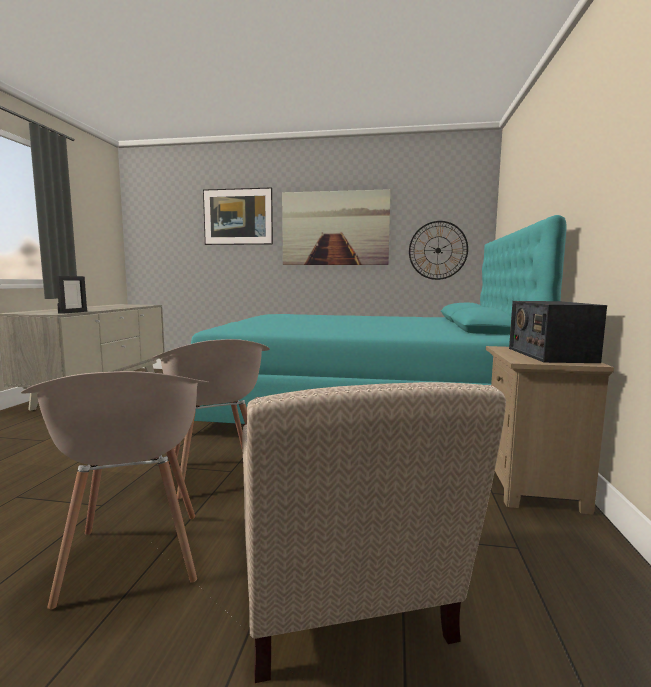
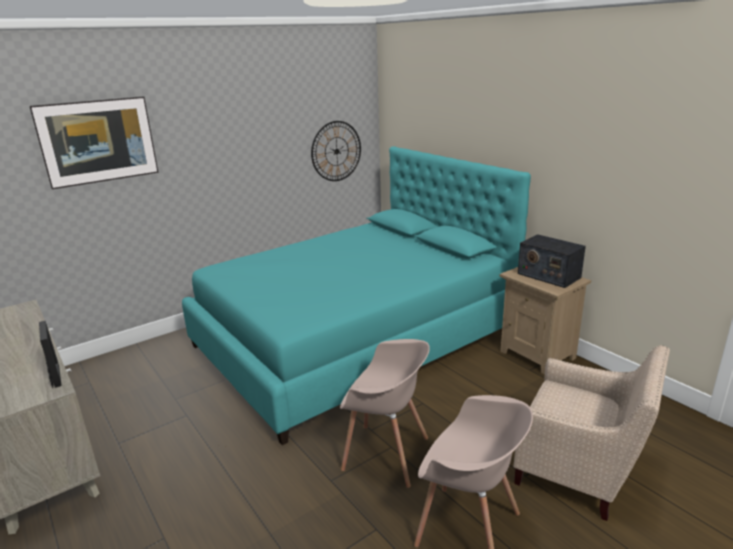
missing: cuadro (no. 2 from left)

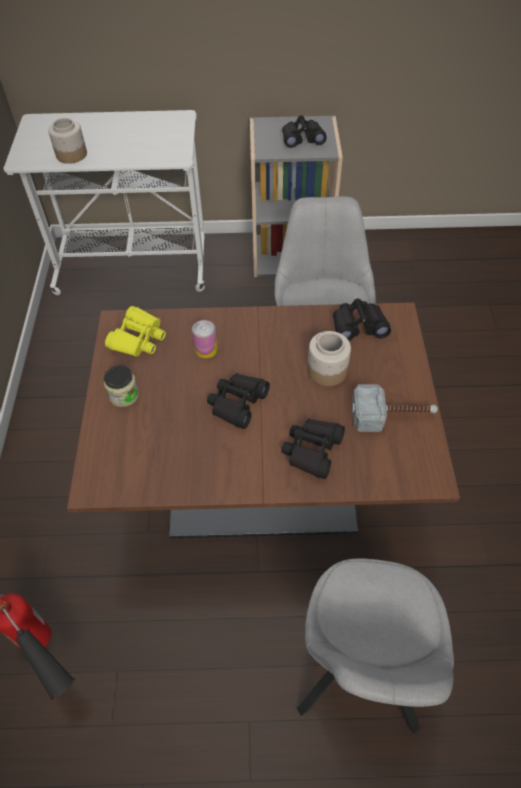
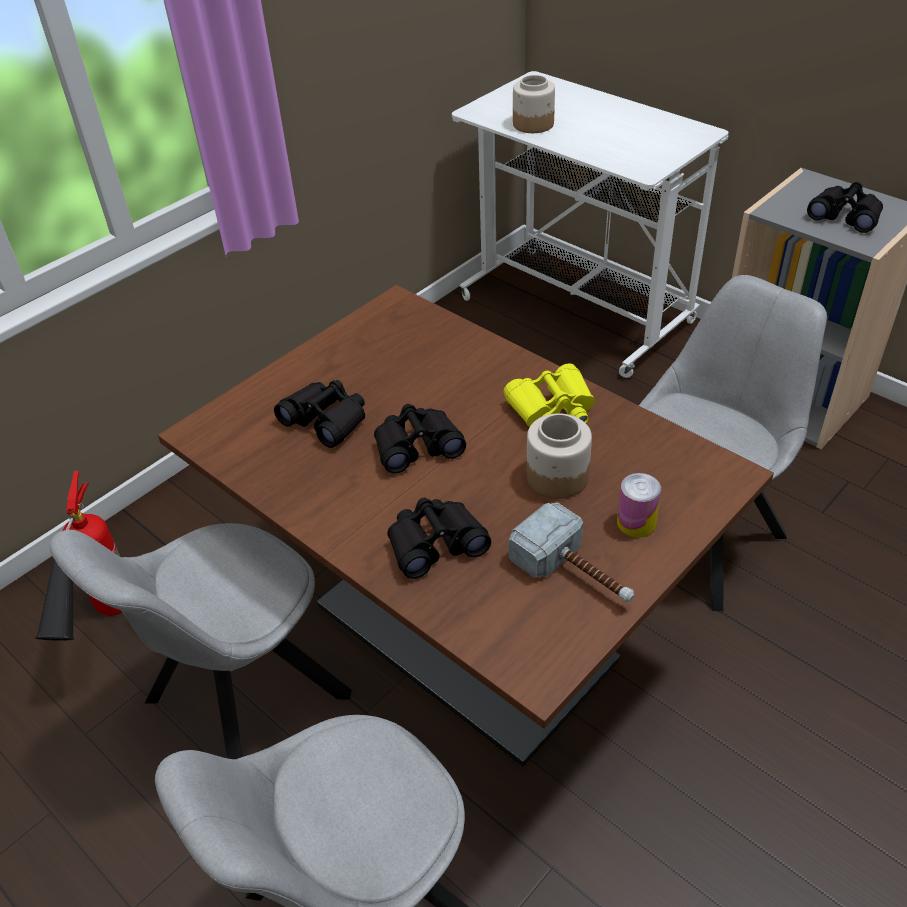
missing: tarro (no. 2 from left)
appeared: silla/gris (no. 1 from left)
relocated: prismáticos/amarillo; lata; prismáticos/negro (no. 4 from left in the first image) to prismáticos/negro (no. 1 from left)

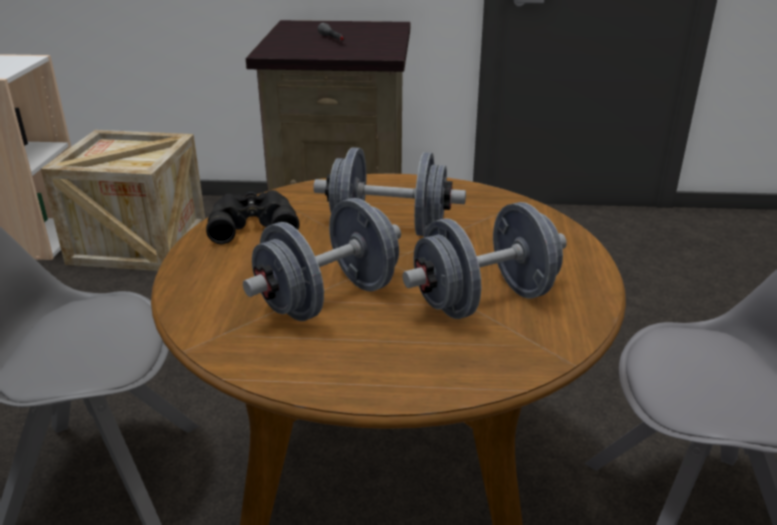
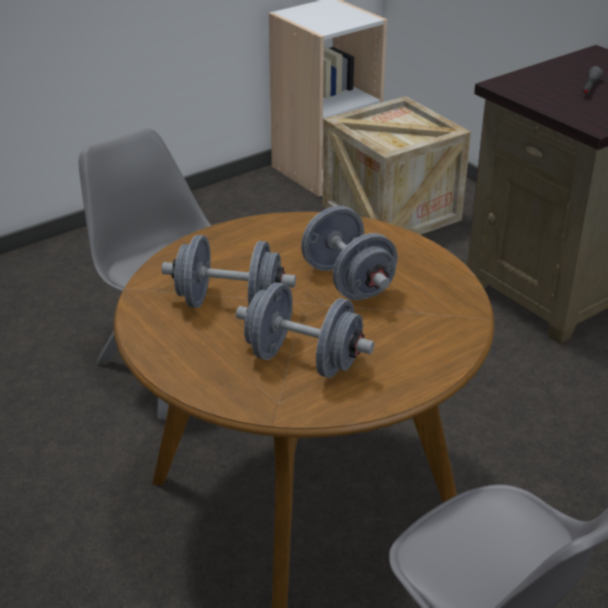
missing: prismáticos/negro

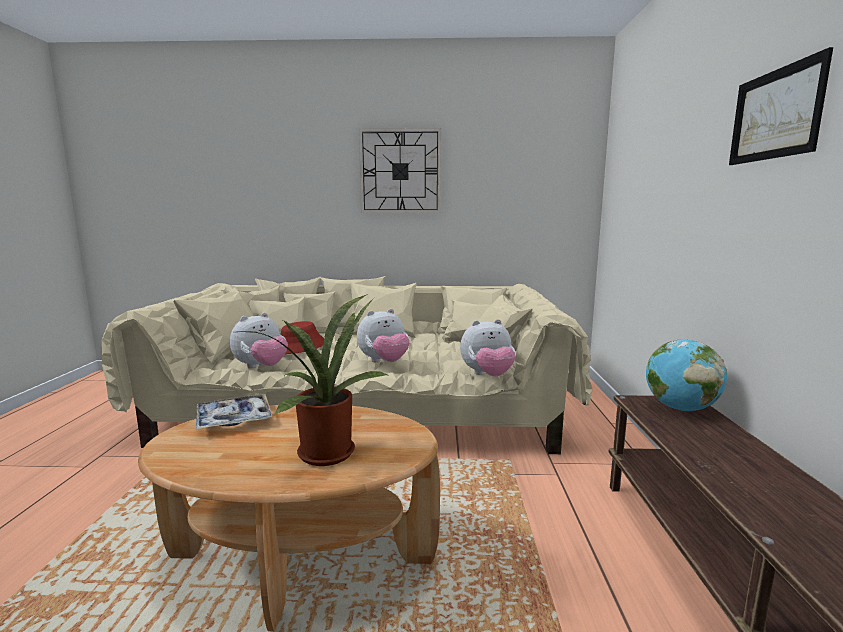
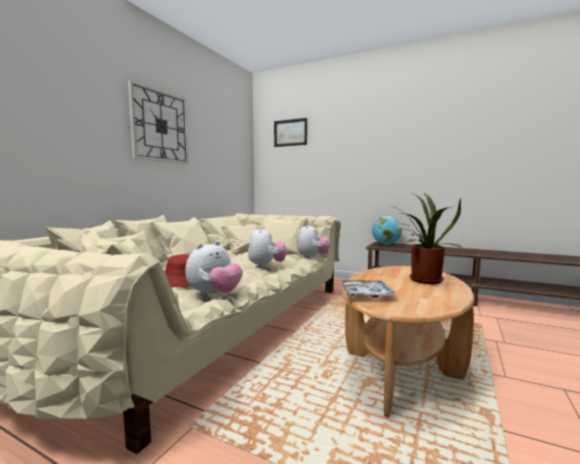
relocated: cuadro
spun: peluche (no. 1 from left) 60 degrees clockwise

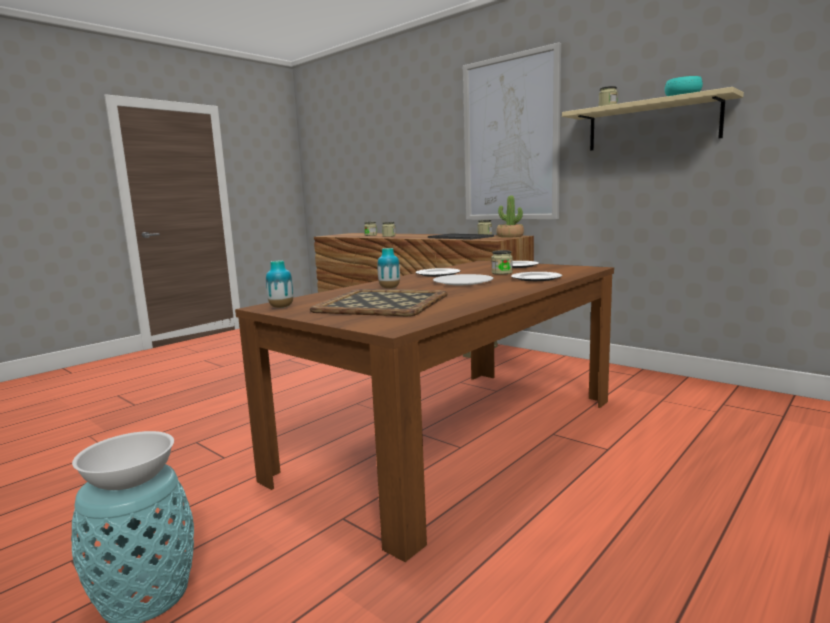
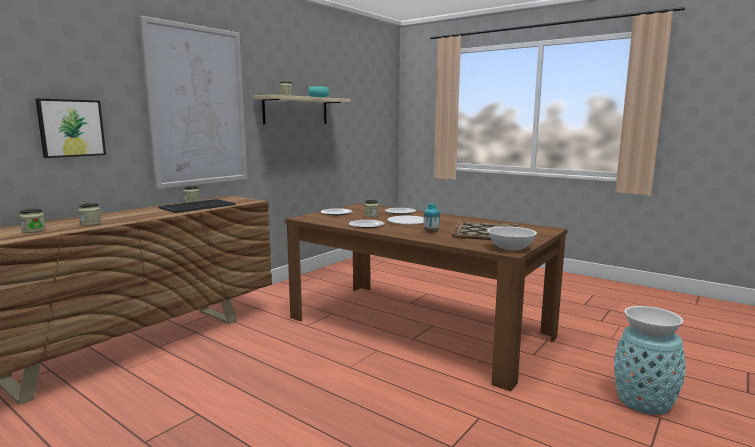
missing: planta en maceta
appeared: cuadro (no. 1 from left)
exchanged: florero (no. 1 from left) to cuenco/blanco (no. 1 from left)

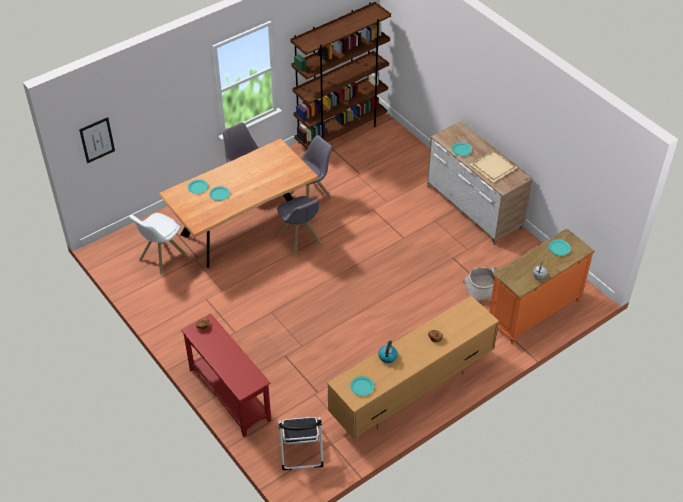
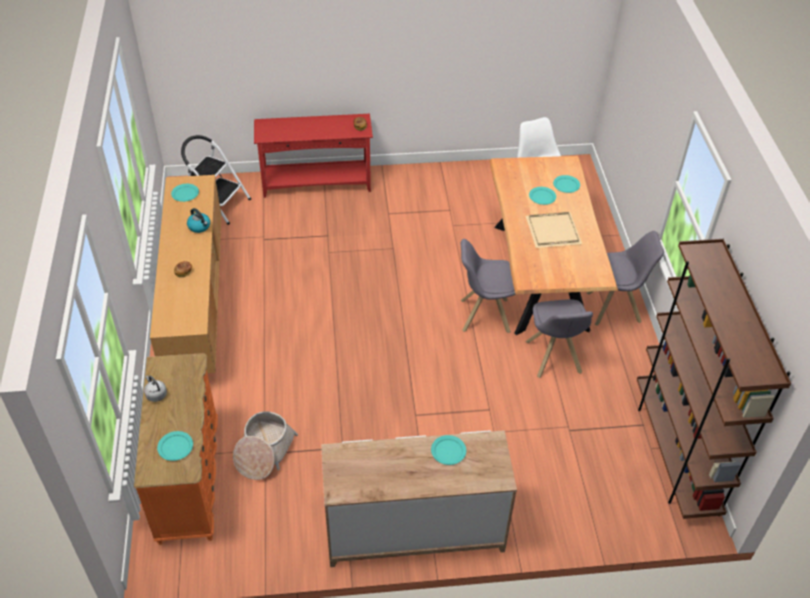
missing: cuadro
relocated: bandeja/beis

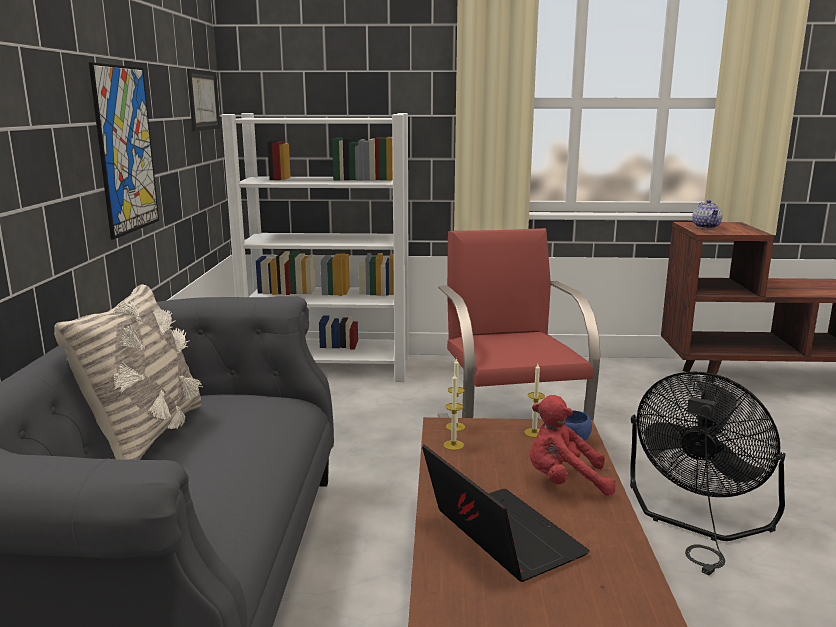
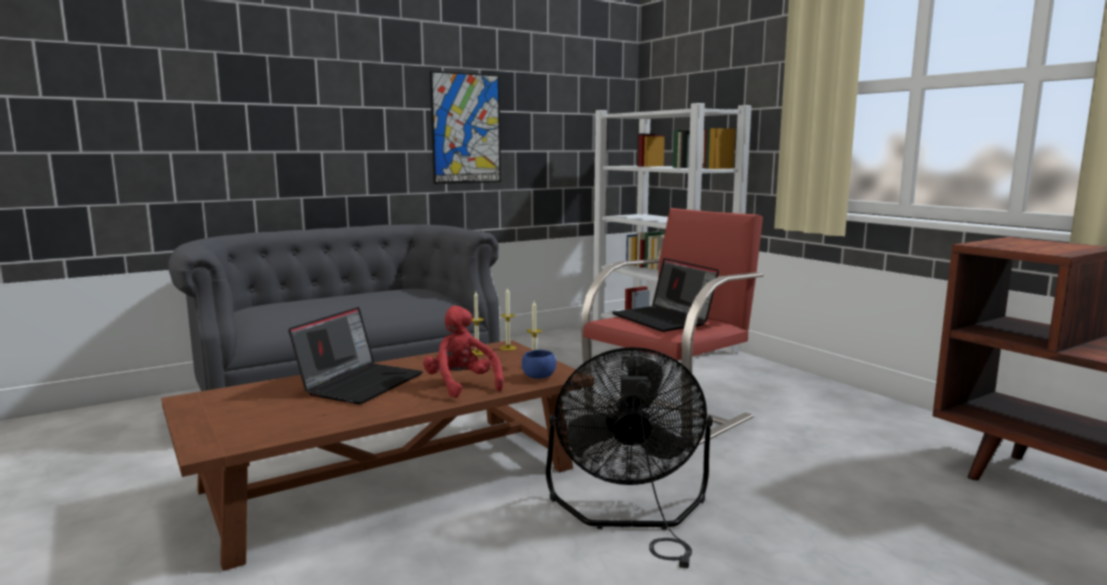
missing: cojín/beis; cuadro (no. 2 from left); tetera
appeared: portátil (no. 2 from left)
spun: ventilador/negro 90 degrees counterclockwise

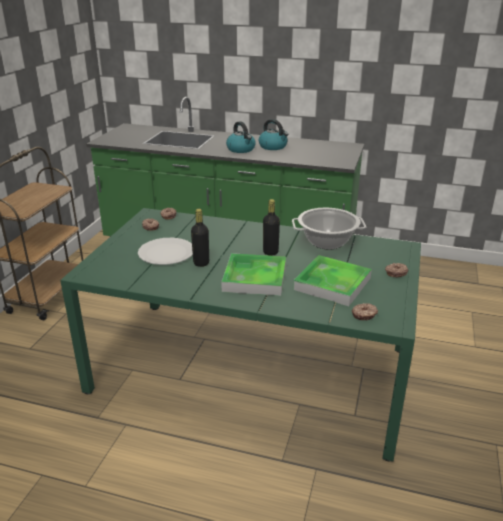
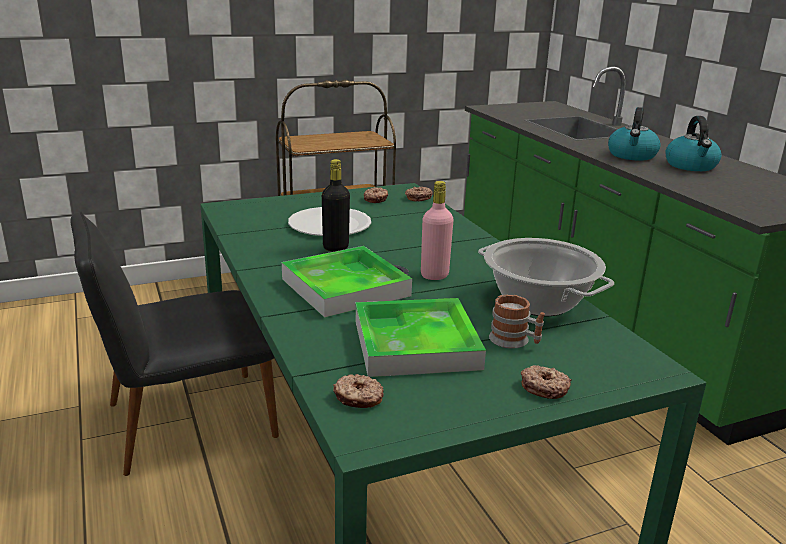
appeared: silla/negro; taza grande
colour: botella/negro (no. 2 from left) to botella/rosa

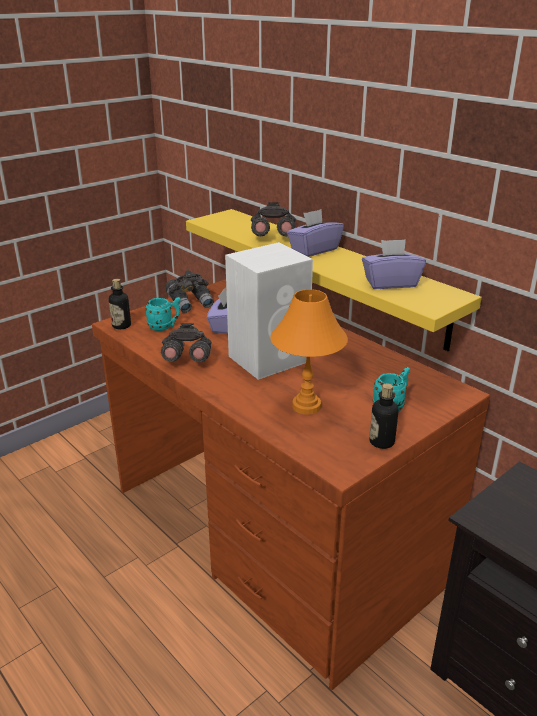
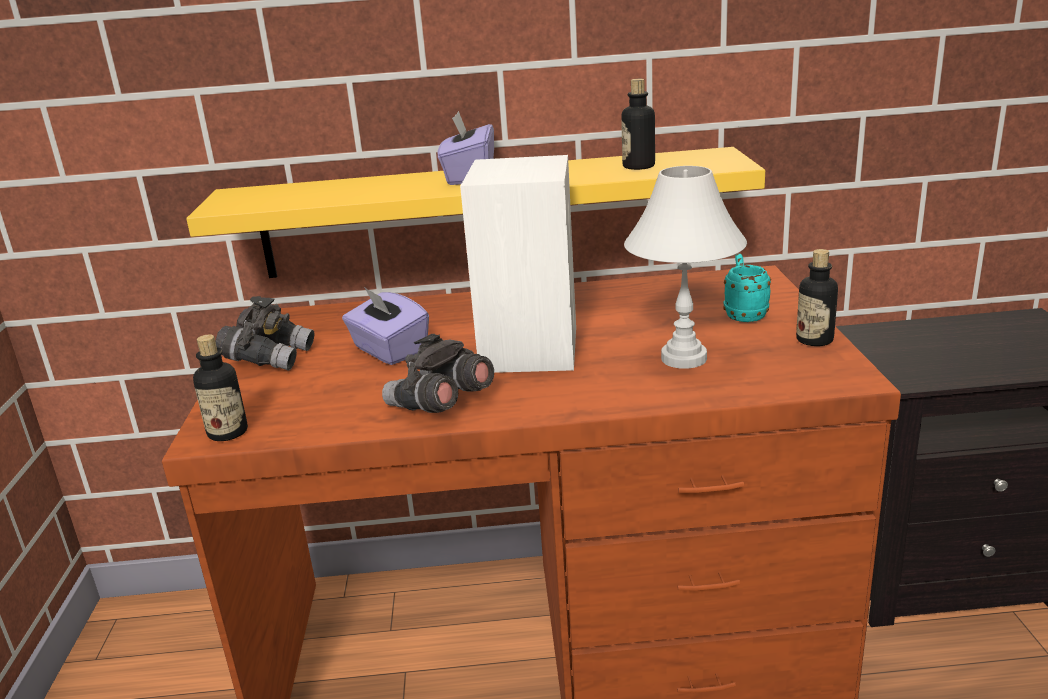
missing: taza grande/turquesa (no. 1 from left); prismáticos/gris (no. 3 from left)
exchanged: caja de pañuelos/morado (no. 3 from left) to botella (no. 2 from left)
colour: lámpara de mesa/naranja to lámpara de mesa/blanco

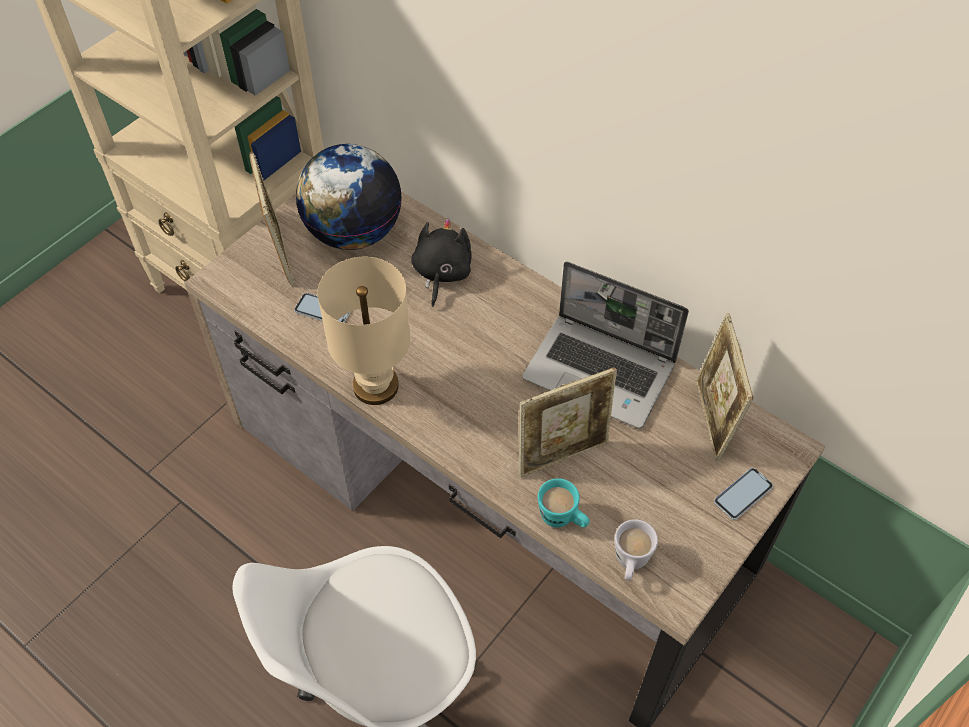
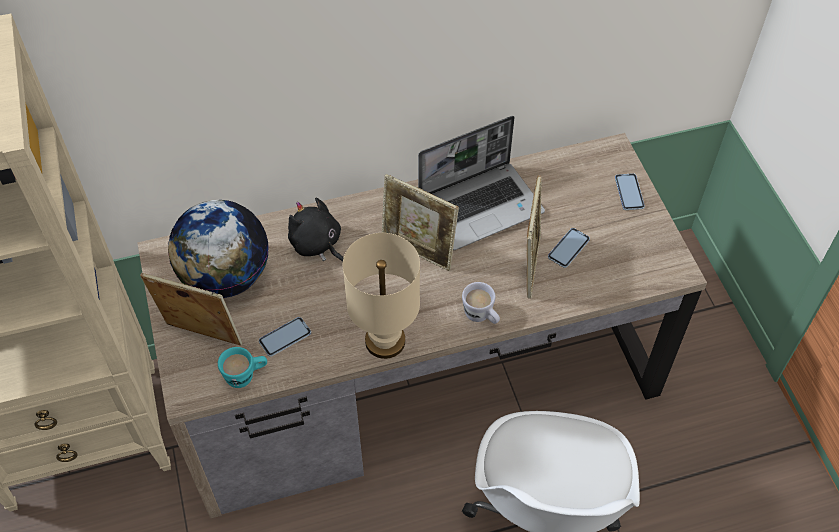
appeared: móvil (no. 2 from left)
relocated: taza grande/turquesa; taza grande/blanco; portarretratos (no. 3 from left in the first image) to portarretratos (no. 2 from left)

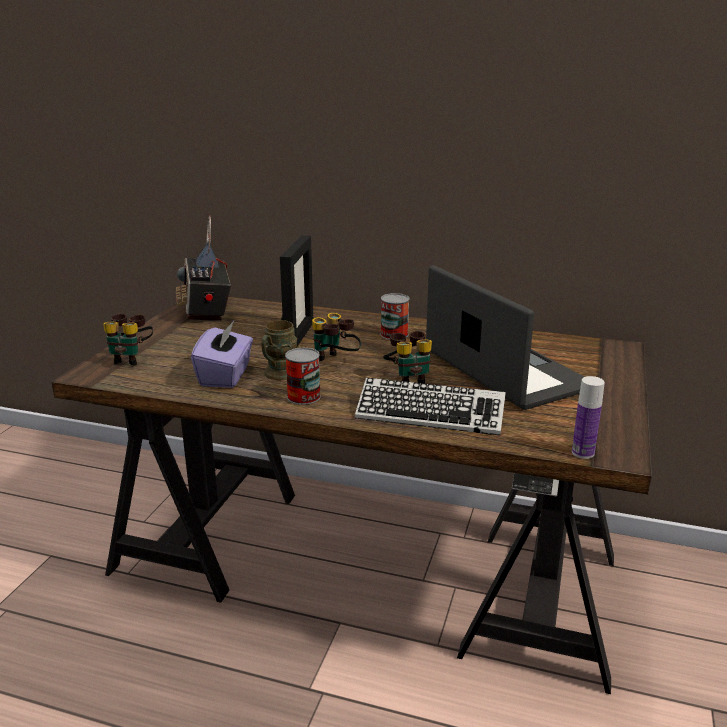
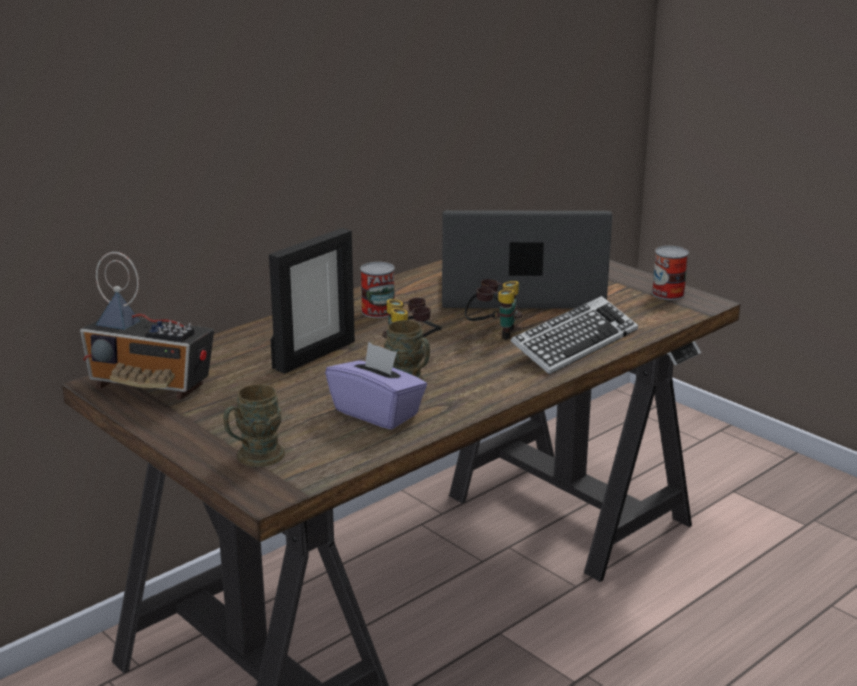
missing: botella
relocated: lata (no. 1 from left in the first image) to lata (no. 2 from left)
exchanged: prismáticos (no. 1 from left) to taza grande/marrón (no. 1 from left)
spun: portarretratos 90 degrees clockwise

